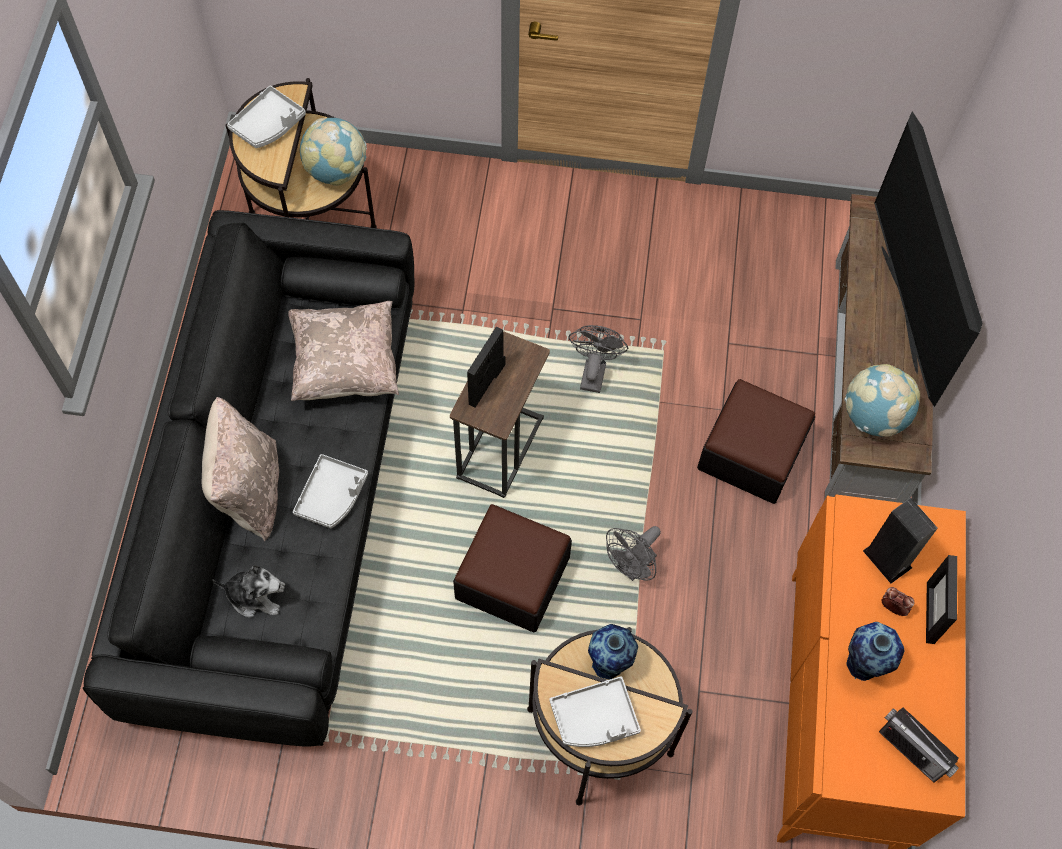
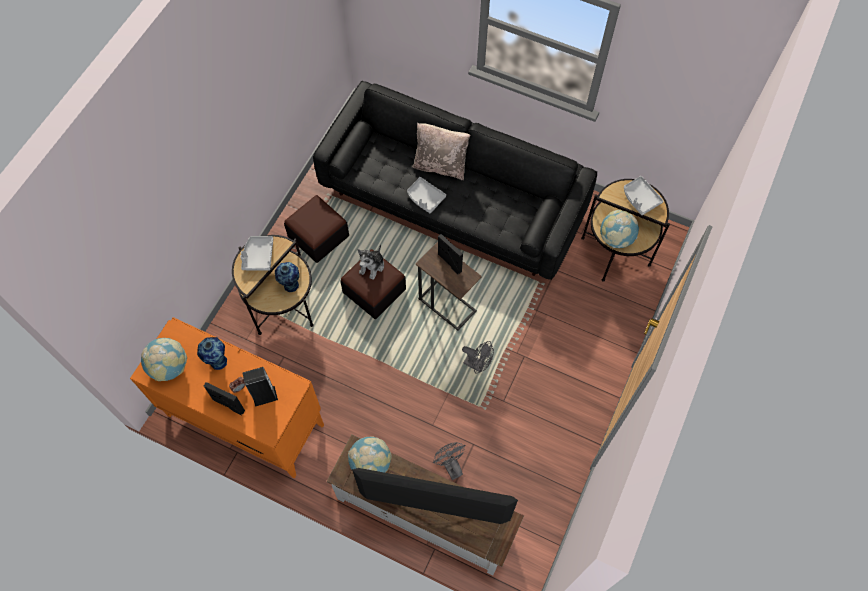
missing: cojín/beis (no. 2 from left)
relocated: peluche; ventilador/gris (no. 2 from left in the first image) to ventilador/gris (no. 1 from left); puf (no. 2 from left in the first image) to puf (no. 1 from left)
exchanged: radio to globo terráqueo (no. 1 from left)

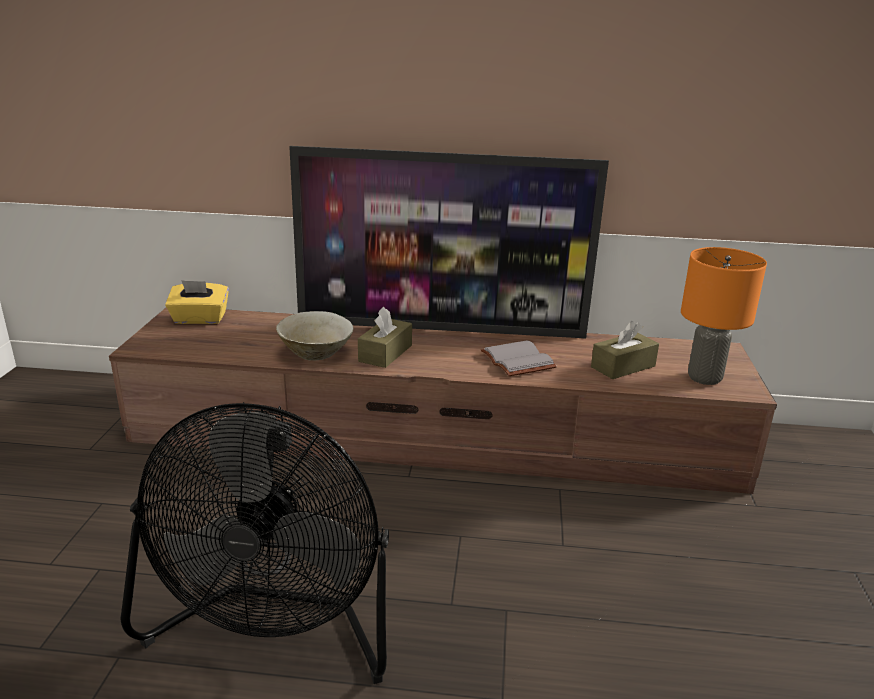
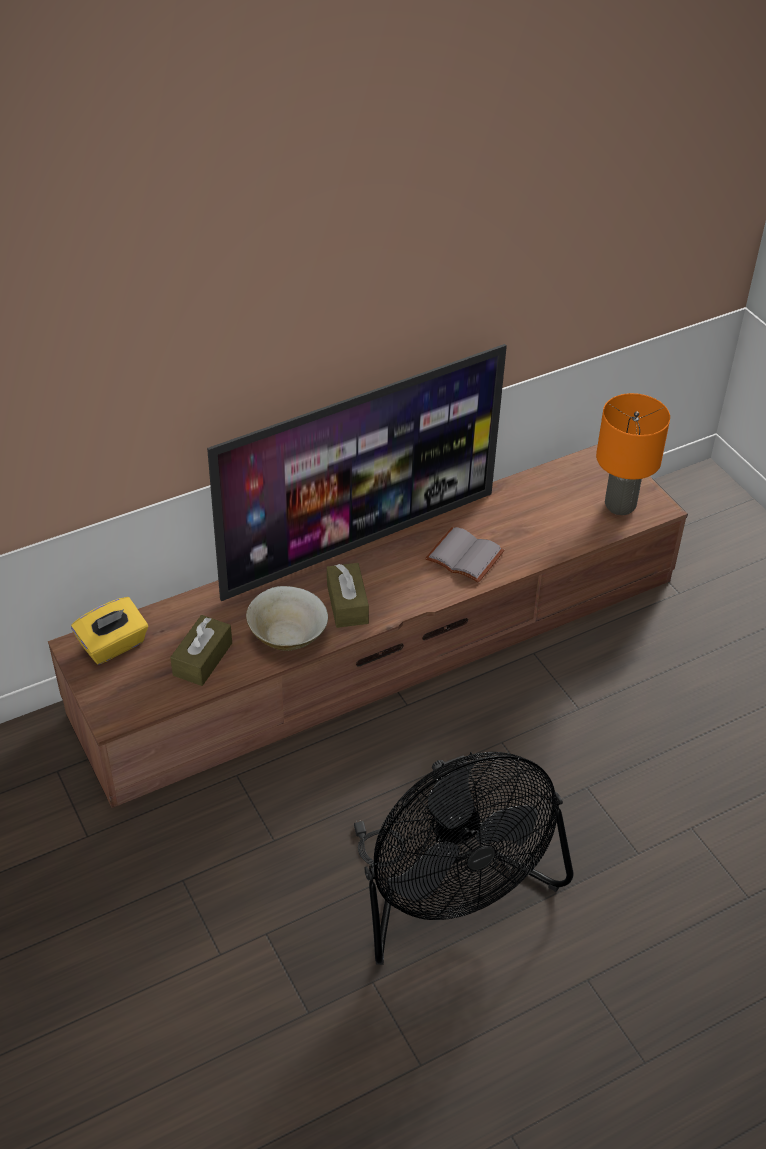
relocated: caja de pañuelos/marrón (no. 2 from left in the first image) to caja de pañuelos/marrón (no. 1 from left)

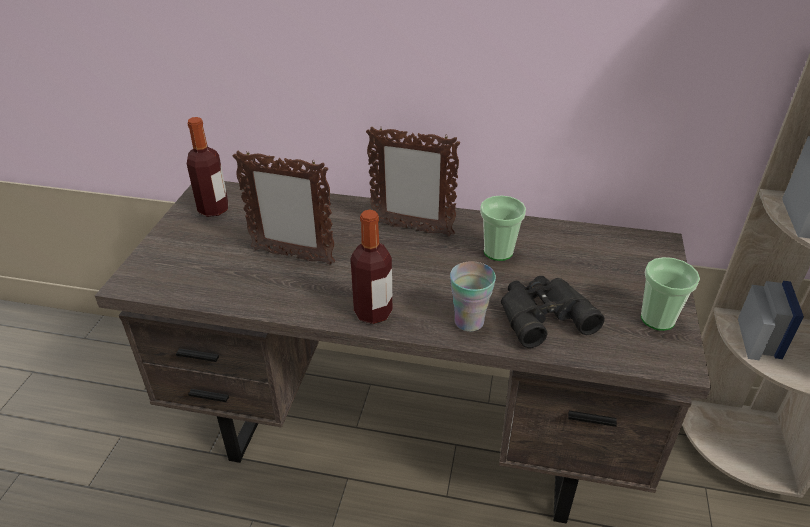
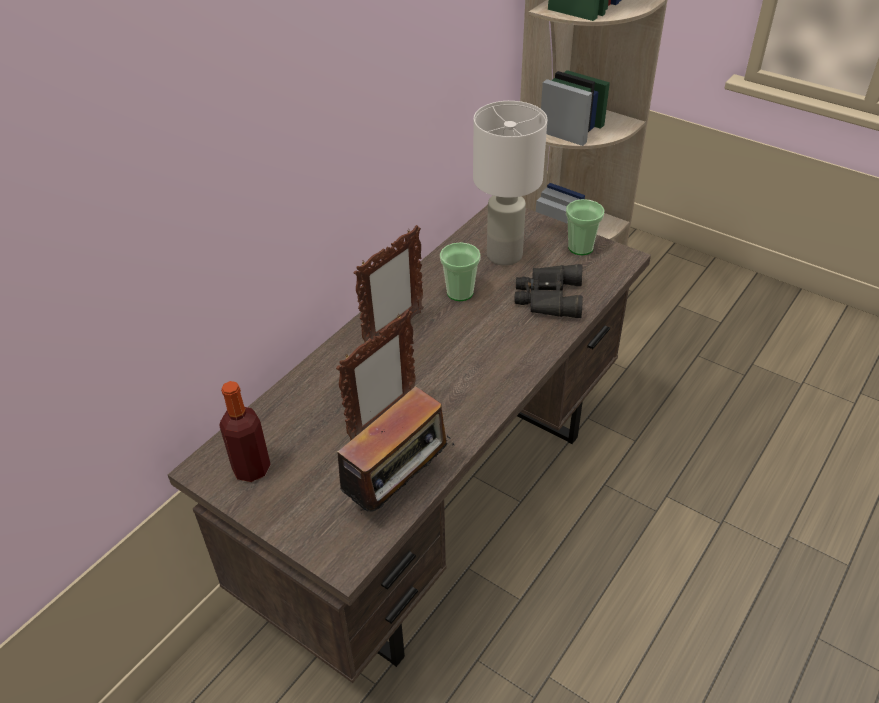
missing: botella (no. 2 from left); taza (no. 1 from left)
appeared: radio; lámpara de mesa/blanco

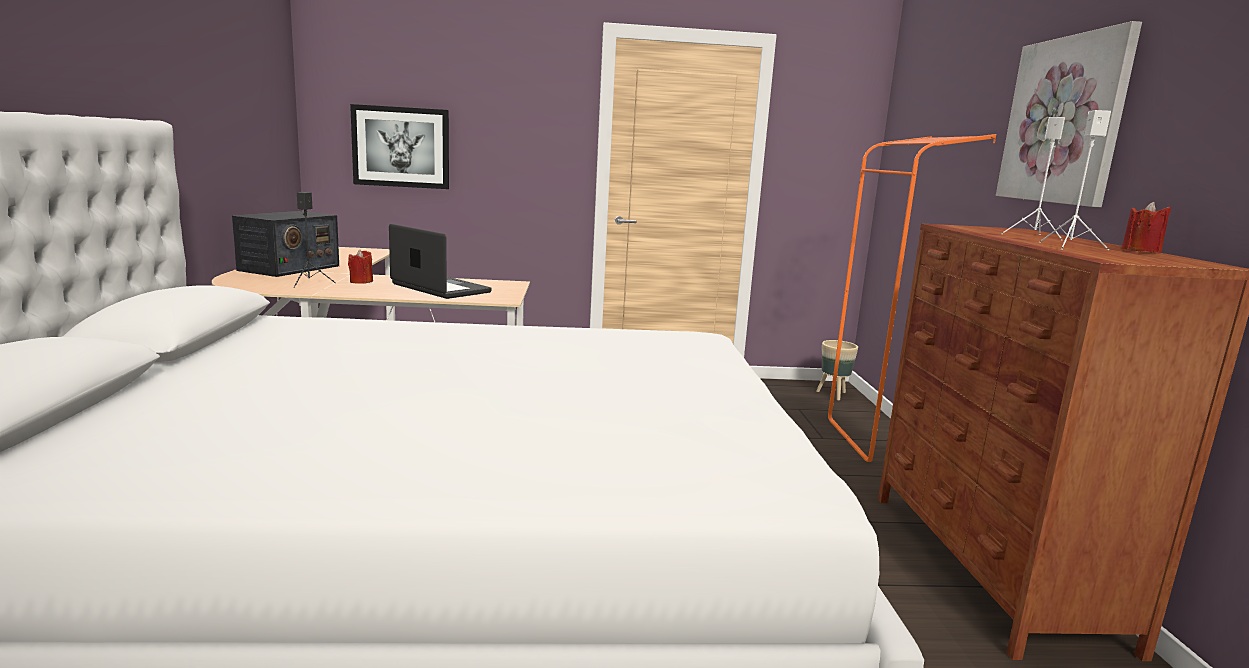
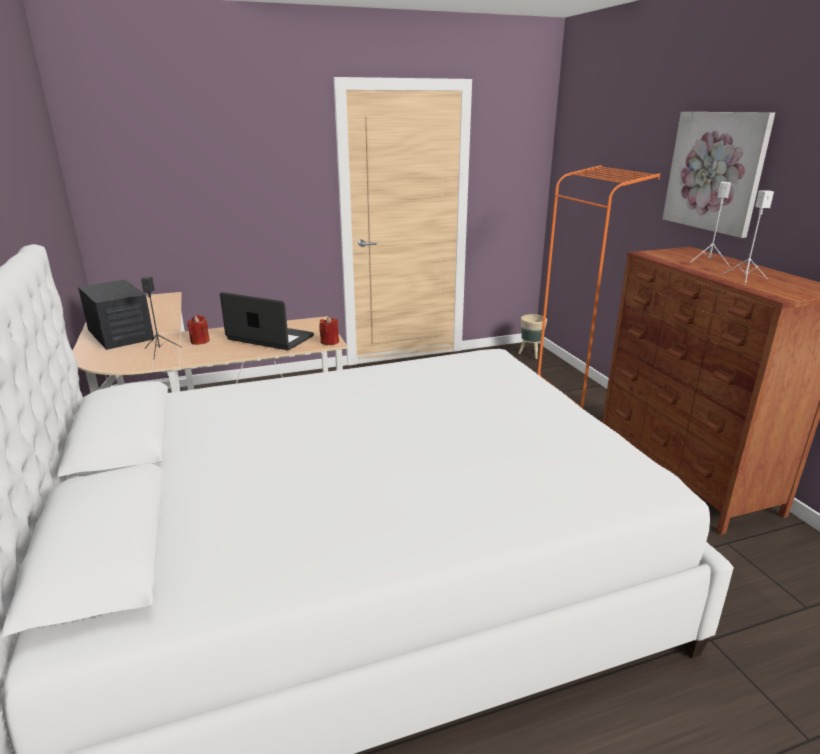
missing: cuadro (no. 1 from left)
relocated: vela/rojo (no. 2 from left)
spun: radio 45 degrees counterclockwise

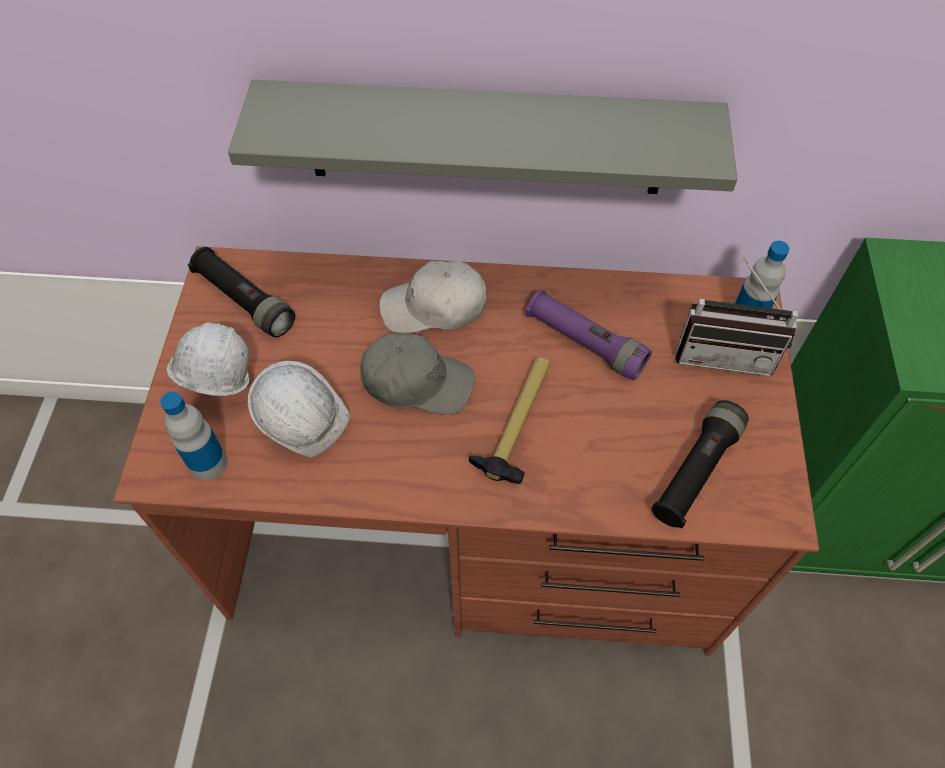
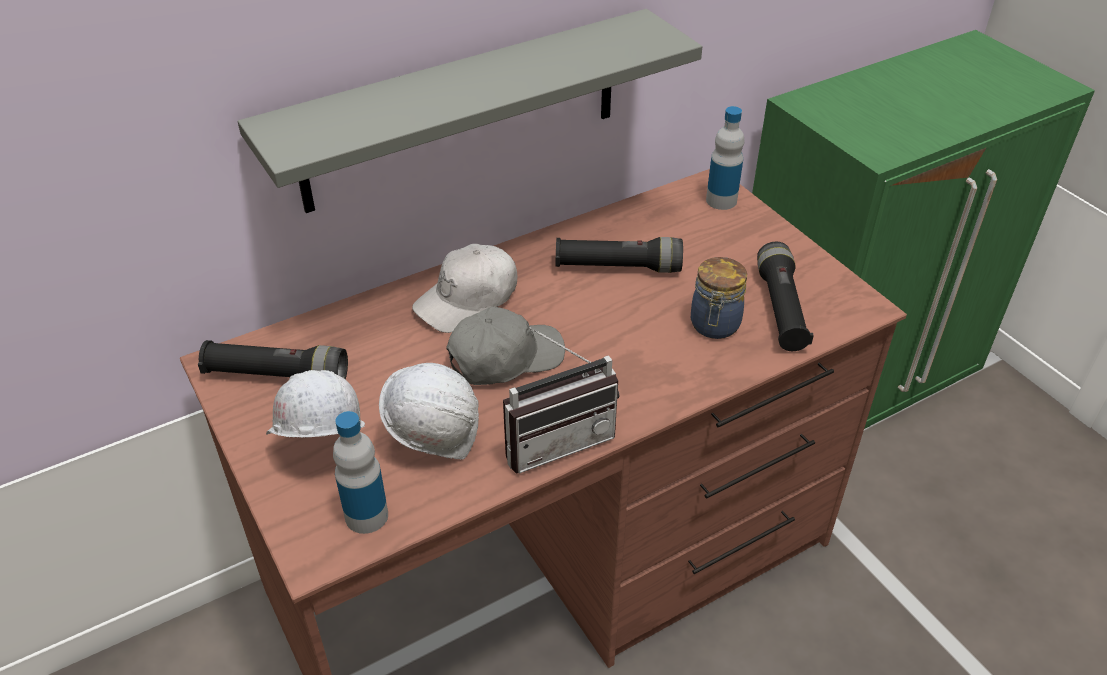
missing: martillo
appeared: tarro
relocated: radio
colour: linterna/morado to linterna/negro (no. 2 from left)

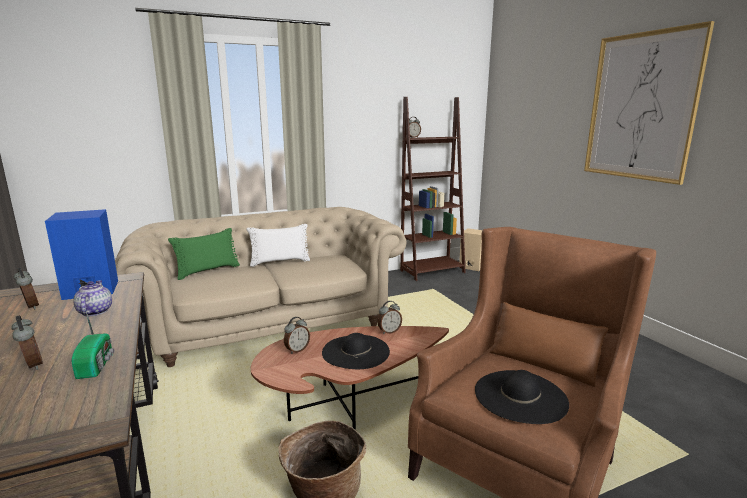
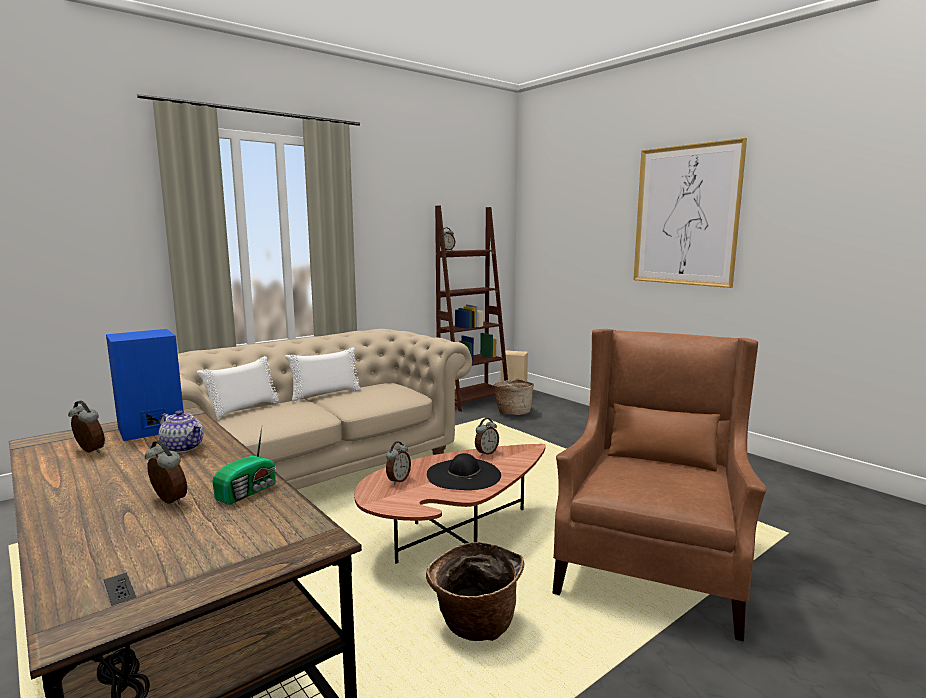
missing: sombrero/negro (no. 2 from left)
appeared: cesta (no. 2 from left)
colour: cojín/verde to cojín/blanco (no. 1 from left)
spun: radio 60 degrees clockwise; tetera 150 degrees clockwise

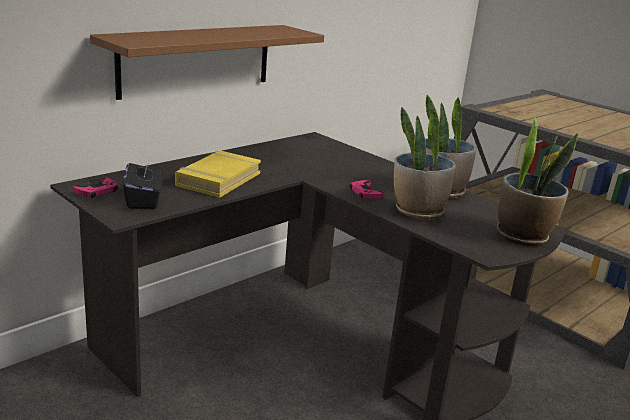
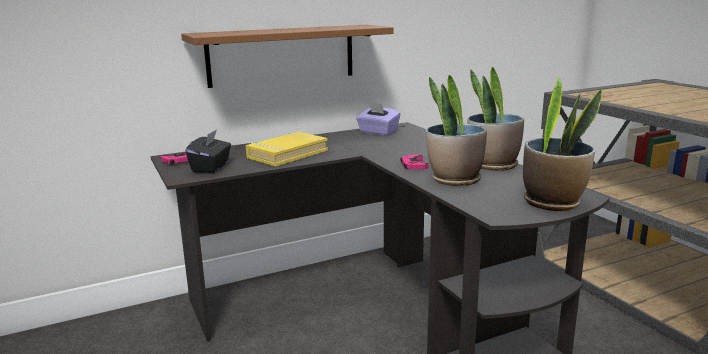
appeared: caja de pañuelos/morado

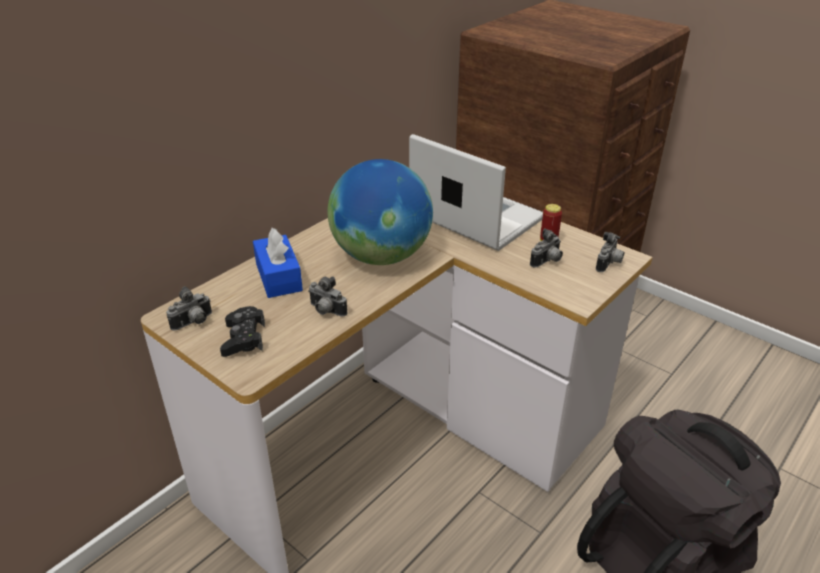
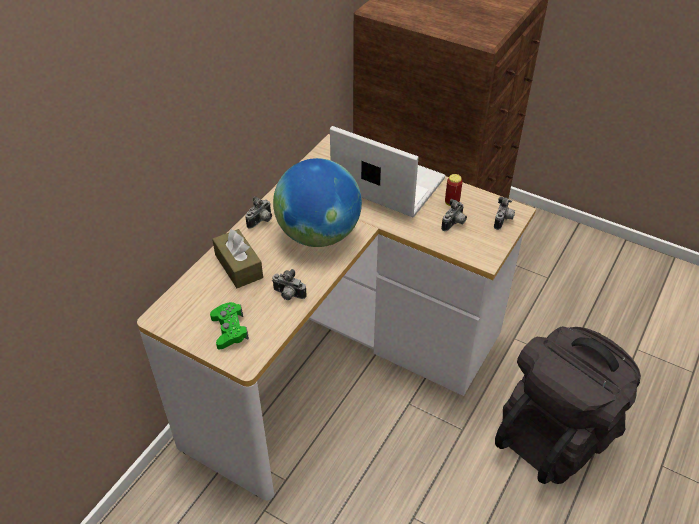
relocated: cámara (no. 1 from left)
colour: mando de consola/negro to mando de consola/verde; caja de pañuelos/azul to caja de pañuelos/marrón

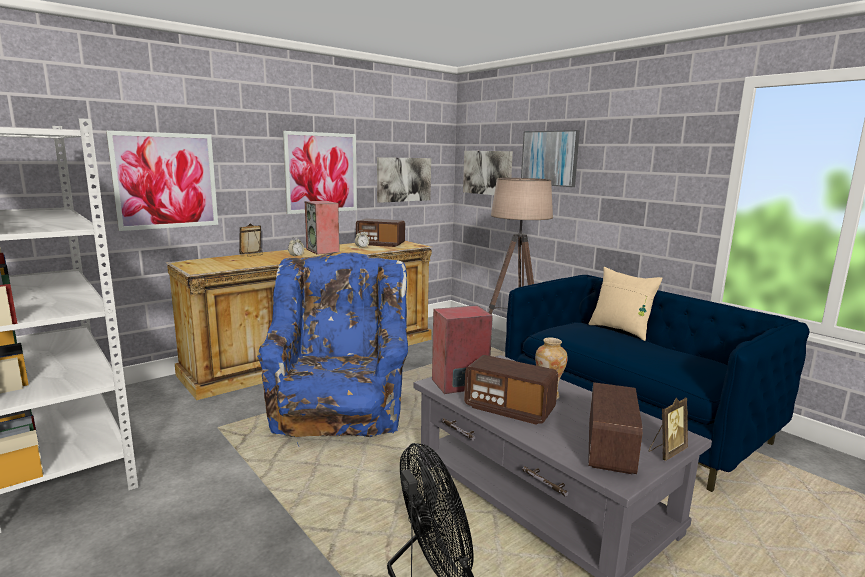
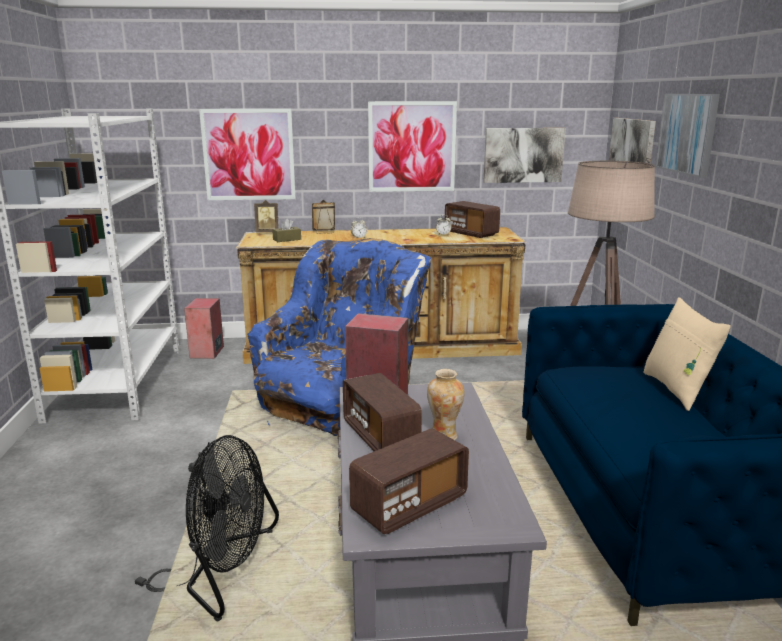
appeared: caja de pañuelos/marrón
relocated: altavoz (no. 1 from left); portarretratos (no. 2 from left in the first image) to portarretratos (no. 1 from left)

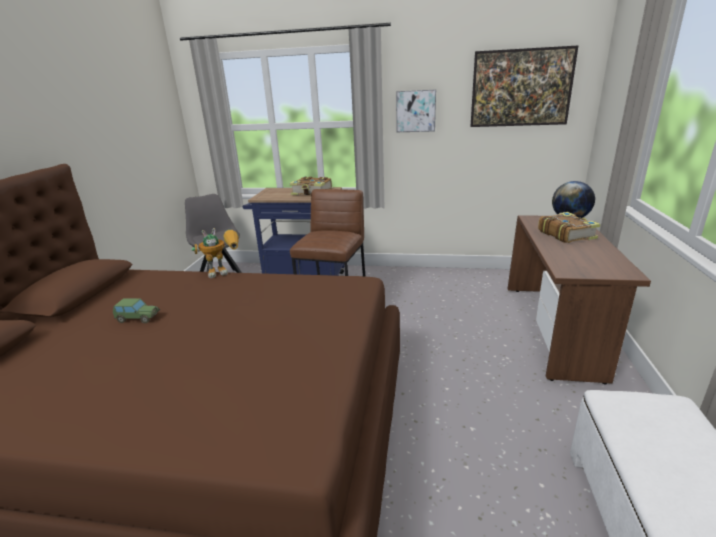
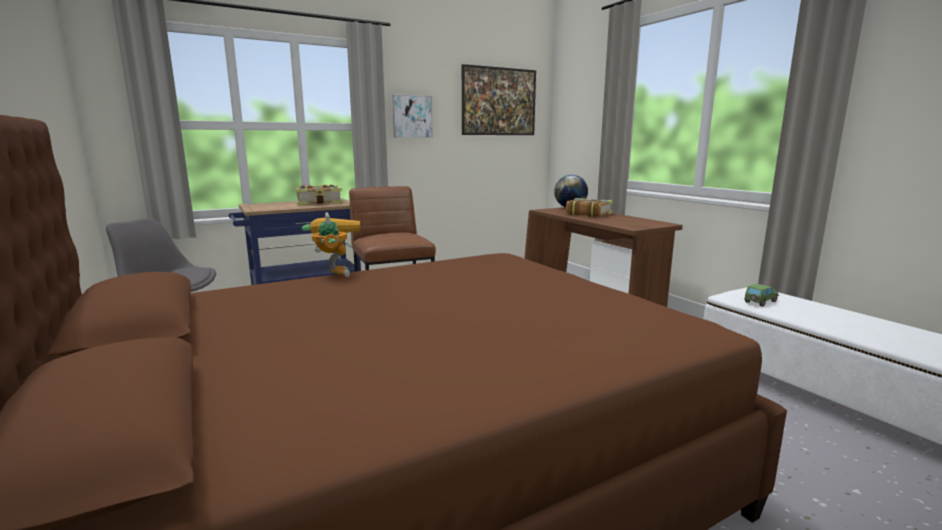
relocated: coche de juguete
spun: robot de juguete 45 degrees counterclockwise

